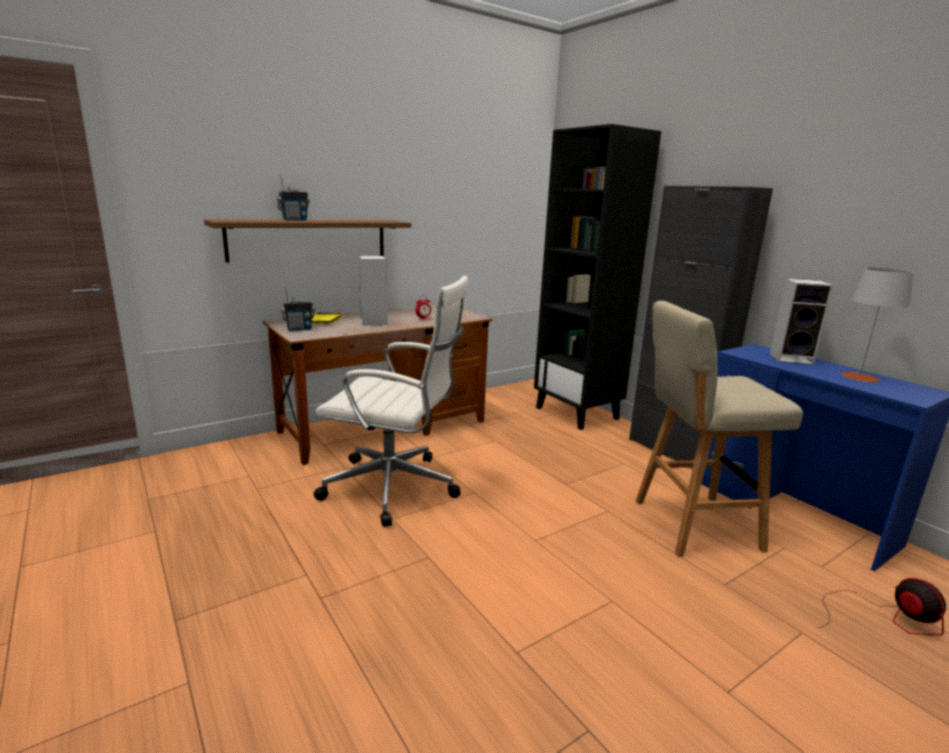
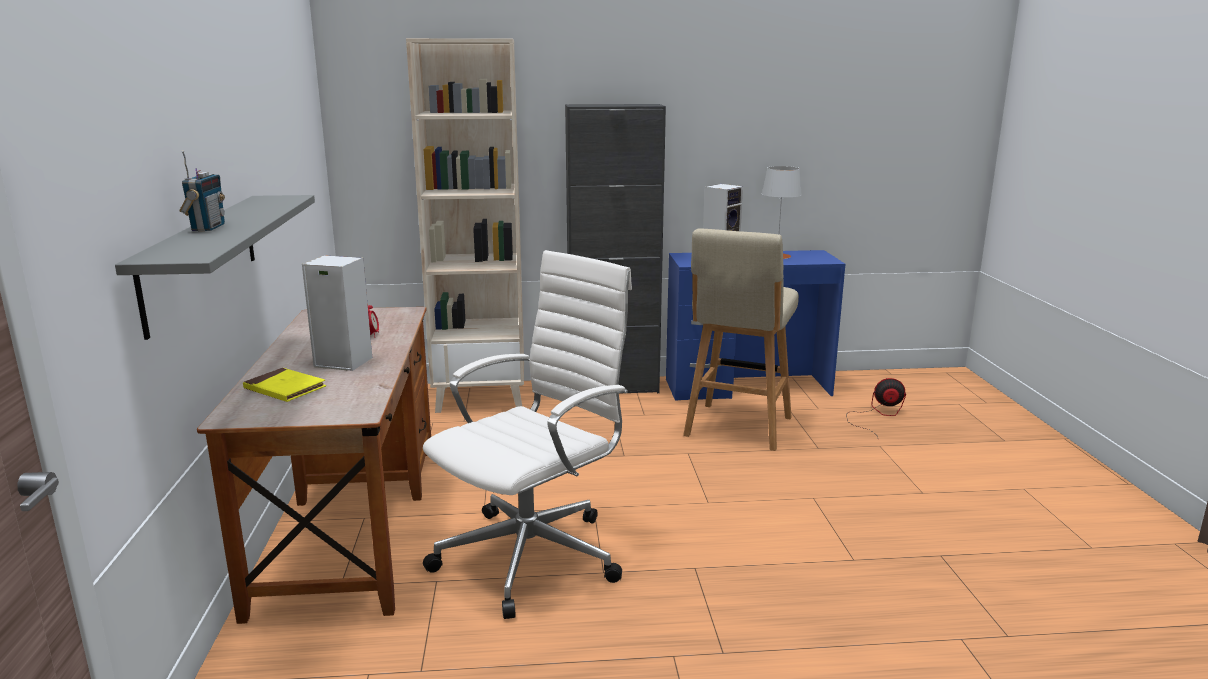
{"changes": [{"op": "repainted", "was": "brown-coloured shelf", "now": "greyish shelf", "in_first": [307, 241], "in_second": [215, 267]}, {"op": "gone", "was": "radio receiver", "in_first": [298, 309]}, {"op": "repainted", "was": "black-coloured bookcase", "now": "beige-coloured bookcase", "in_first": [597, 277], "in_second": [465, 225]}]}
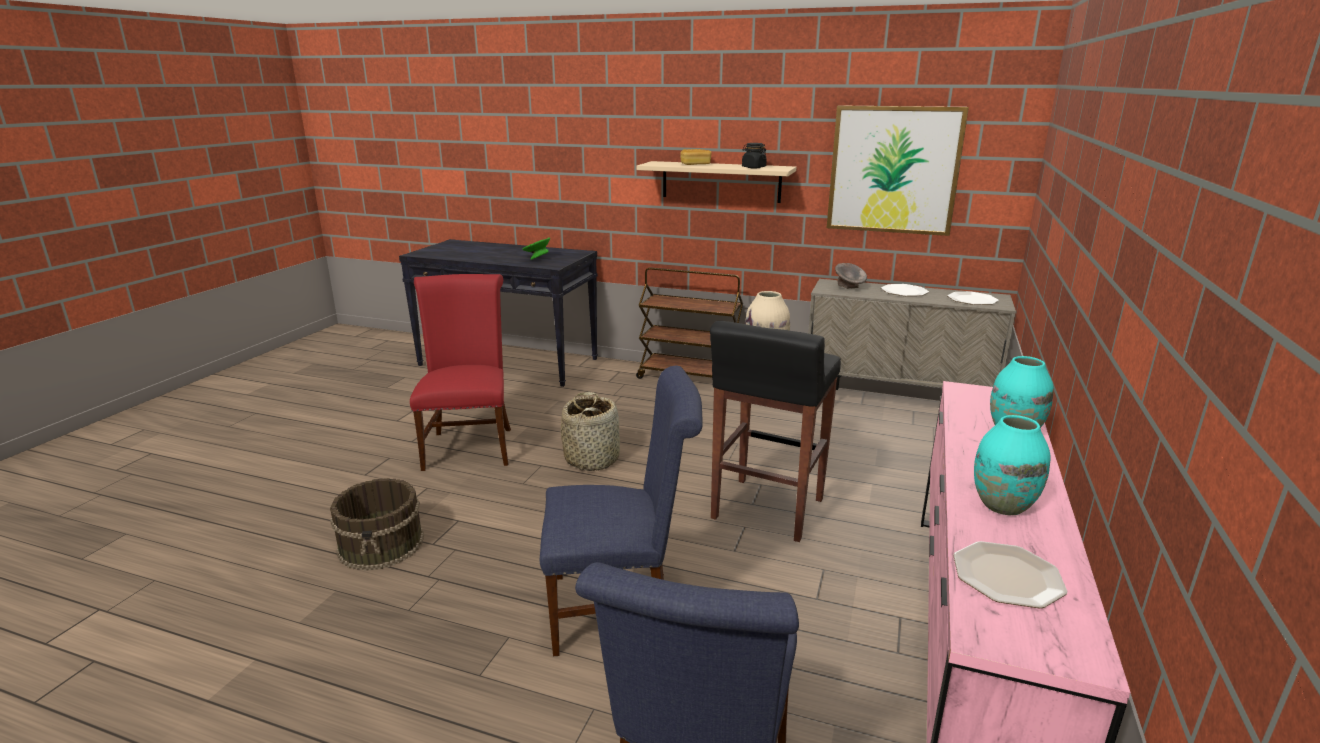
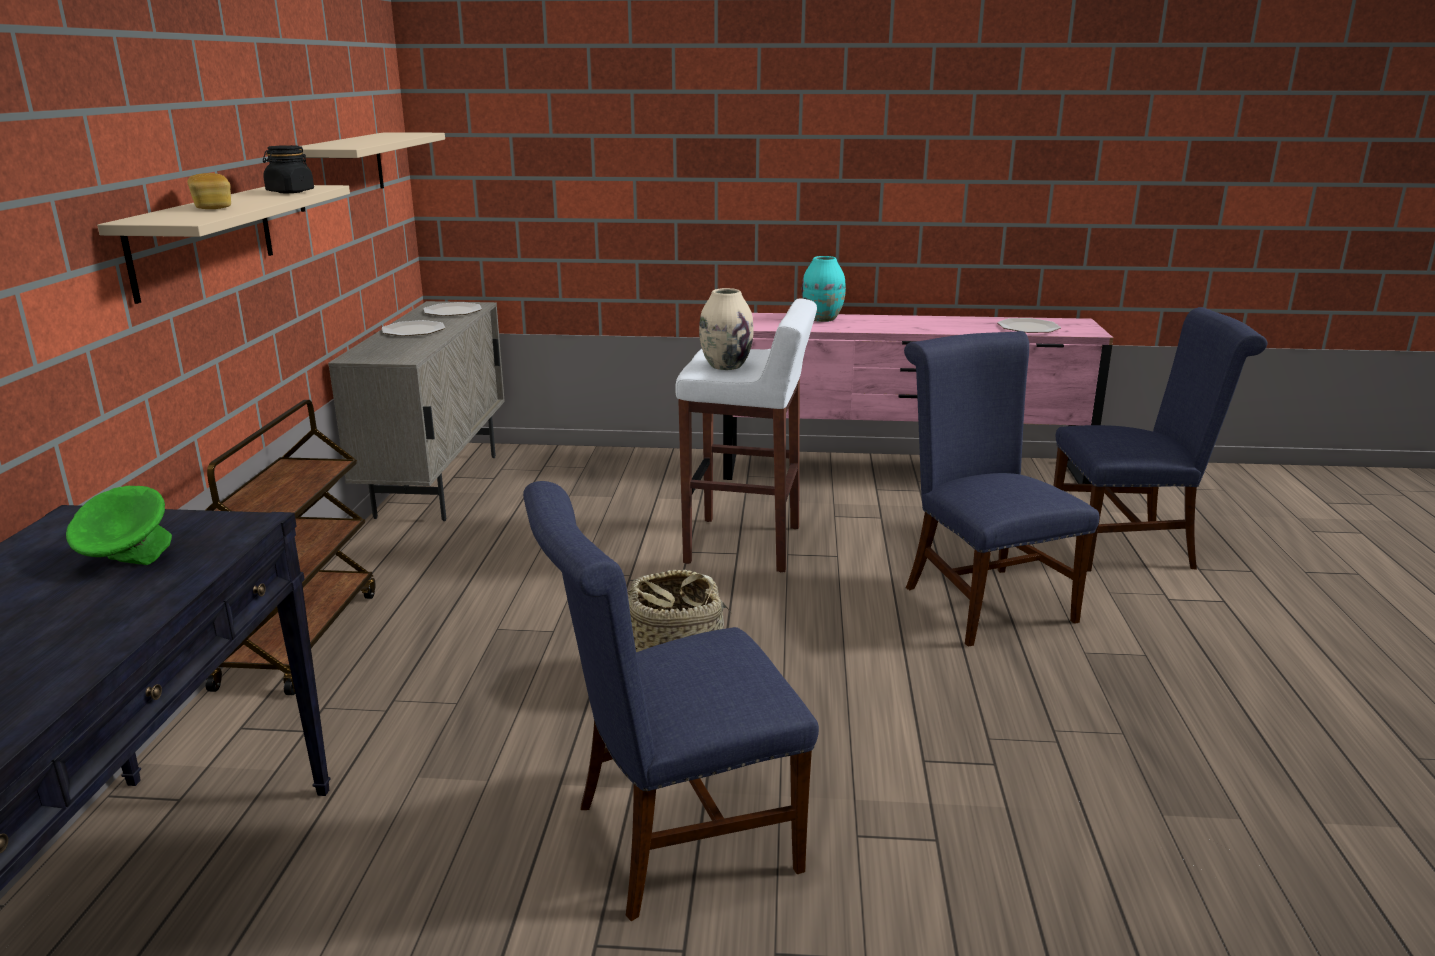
{"changes": [{"op": "gone", "was": "brown-coloured bucket", "in_first": [377, 524]}, {"op": "repainted", "was": "red plain chair", "now": "blue plain chair", "in_first": [460, 372], "in_second": [671, 701]}, {"op": "repainted", "was": "black-coloured stool", "now": "white-coloured stool", "in_first": [775, 431], "in_second": [746, 435]}, {"op": "swapped", "was": "wall picture", "now": "beige-coloured shelf", "in_first": [898, 170], "in_second": [373, 172]}, {"op": "gone", "was": "greyish deep dish", "in_first": [851, 276]}, {"op": "gone", "was": "turquoise flower vase", "in_first": [1012, 465]}]}
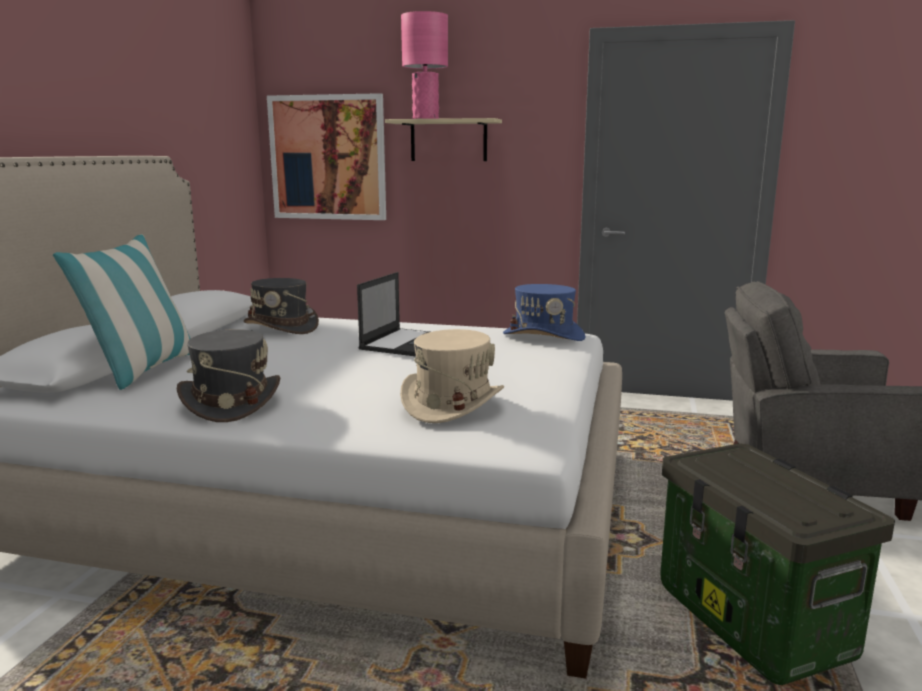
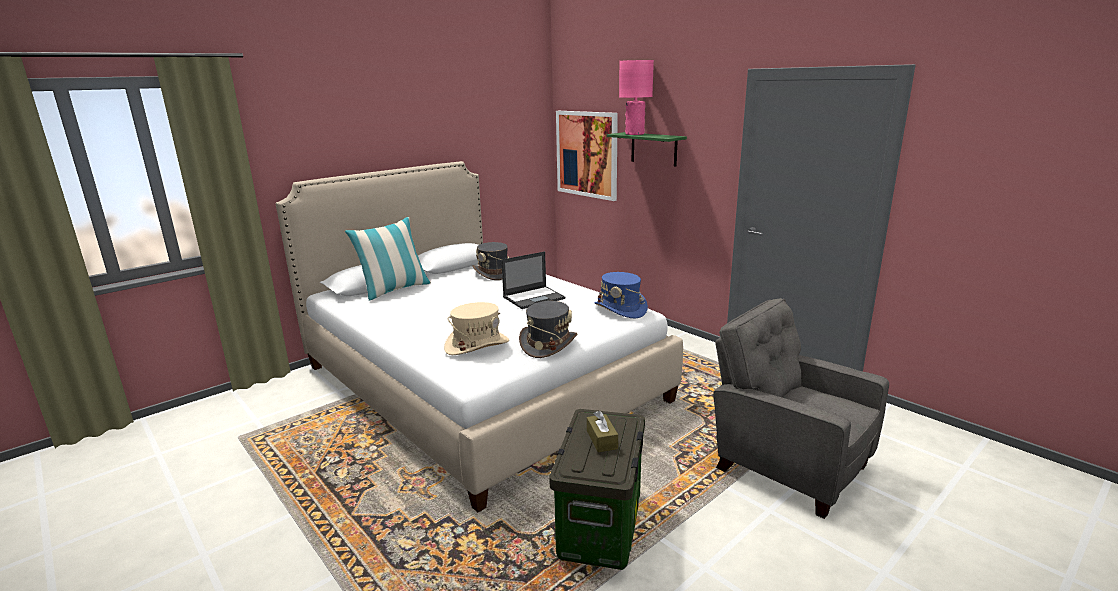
{"changes": [{"op": "shifted", "was": "greyish wearable hat", "in_first": [228, 375], "in_second": [548, 329]}, {"op": "repainted", "was": "beige-coloured shelf", "now": "green shelf", "in_first": [443, 139], "in_second": [647, 149]}, {"op": "new", "now": "brown-coloured tissue box", "in_second": [602, 431]}]}
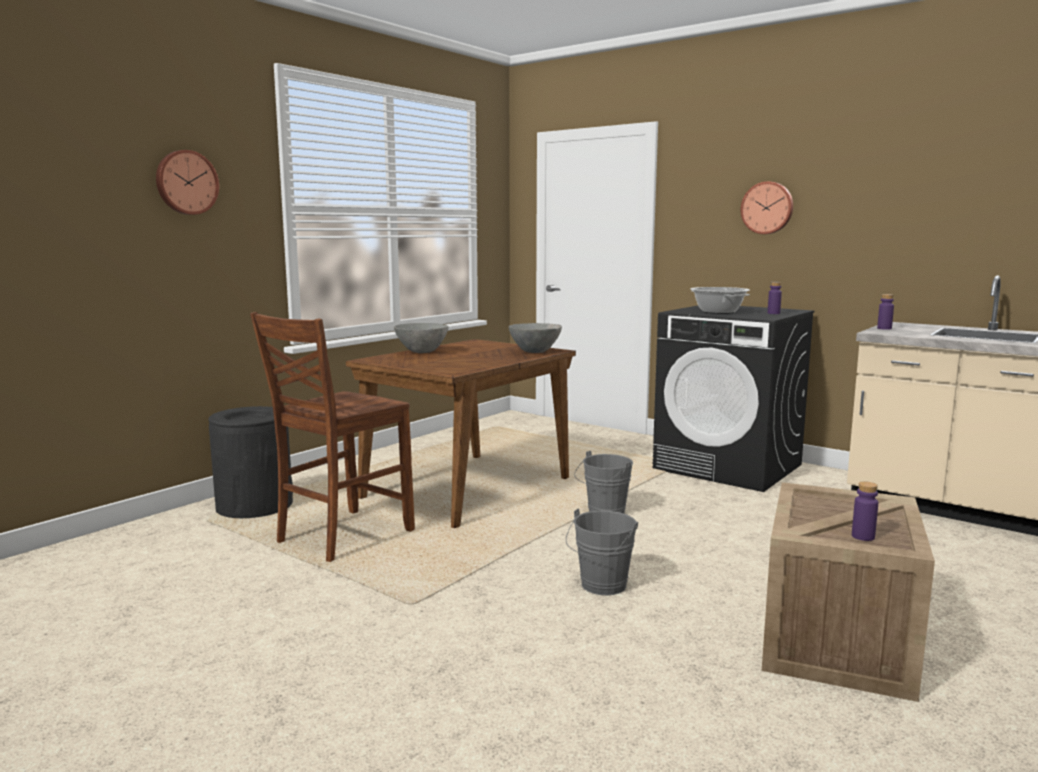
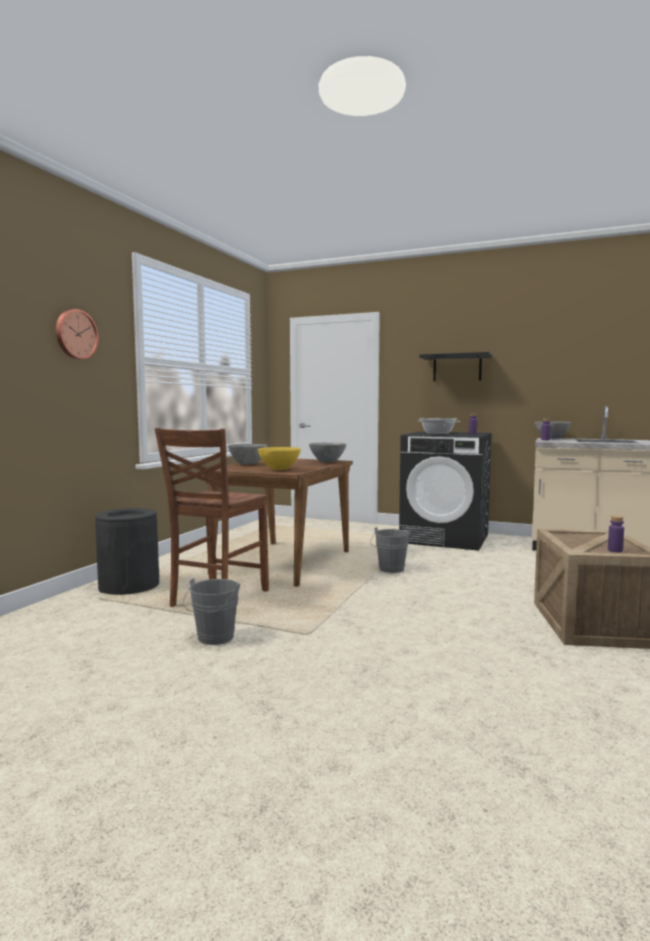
{"changes": [{"op": "shifted", "was": "greyish bucket", "in_first": [602, 551], "in_second": [211, 611]}, {"op": "swapped", "was": "clock on the wall", "now": "black-coloured shelf", "in_first": [767, 207], "in_second": [455, 366]}, {"op": "new", "now": "yellow-coloured deep dish", "in_second": [279, 458]}, {"op": "new", "now": "greyish deep dish", "in_second": [553, 430]}]}
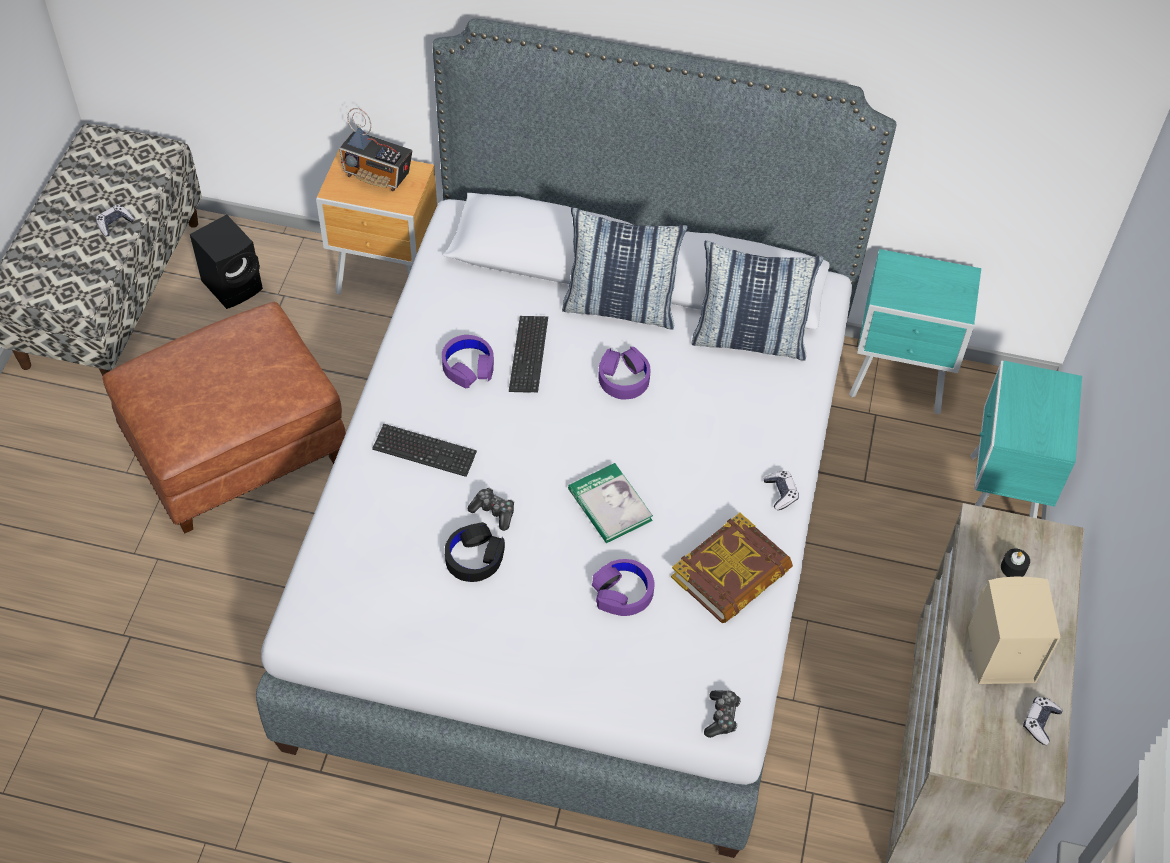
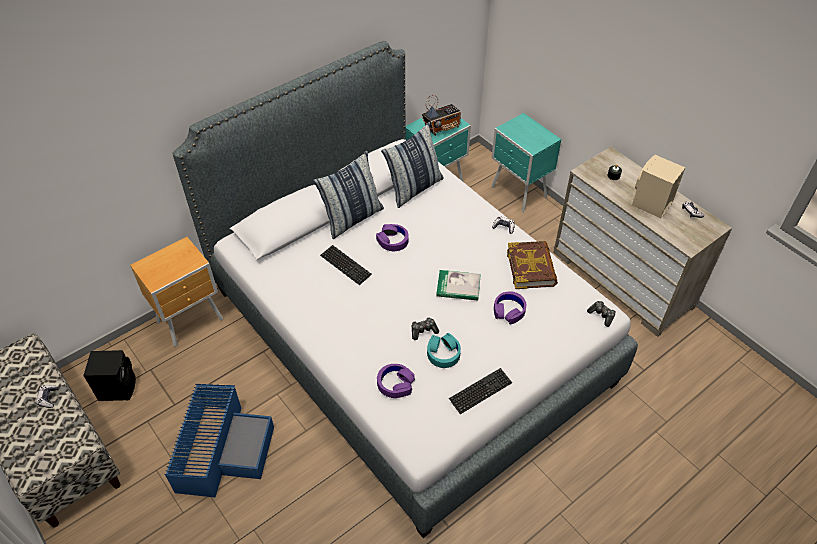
{"changes": [{"op": "swapped", "was": "brown-coloured ottoman", "now": "blue storage container", "in_first": [224, 417], "in_second": [219, 441]}, {"op": "shifted", "was": "radio receiver", "in_first": [375, 149], "in_second": [441, 115]}, {"op": "shifted", "was": "computer keyboard", "in_first": [424, 450], "in_second": [480, 391]}, {"op": "shifted", "was": "purple headphones", "in_first": [468, 361], "in_second": [396, 381]}, {"op": "repainted", "was": "black-coloured headphones", "now": "turquoise headphones", "in_first": [475, 552], "in_second": [444, 350]}]}
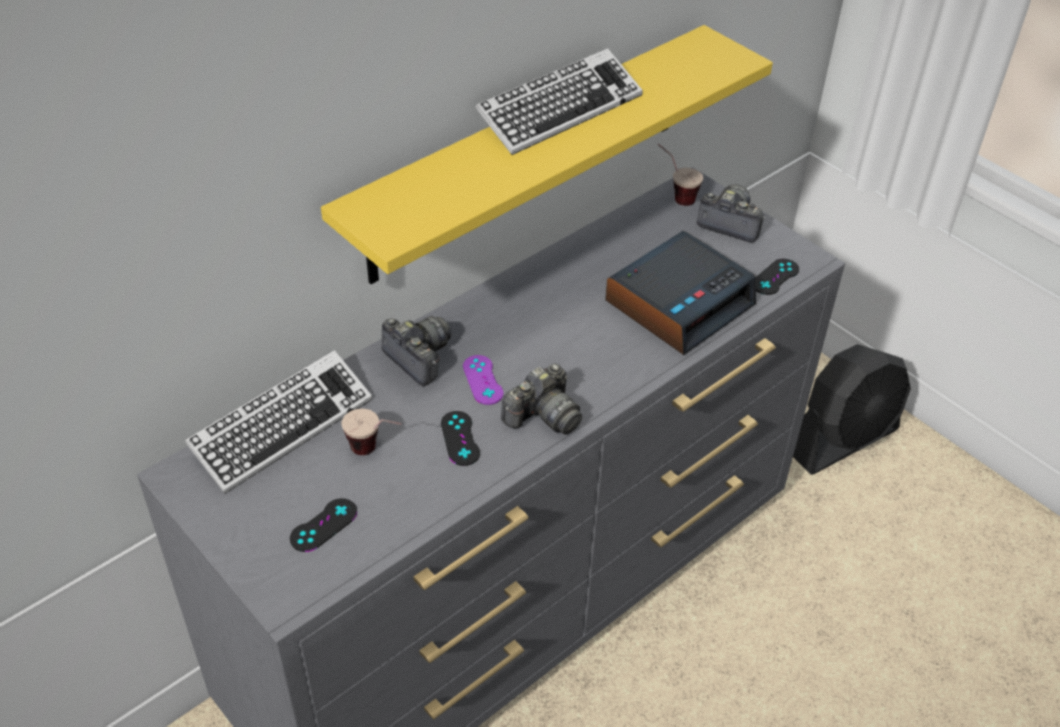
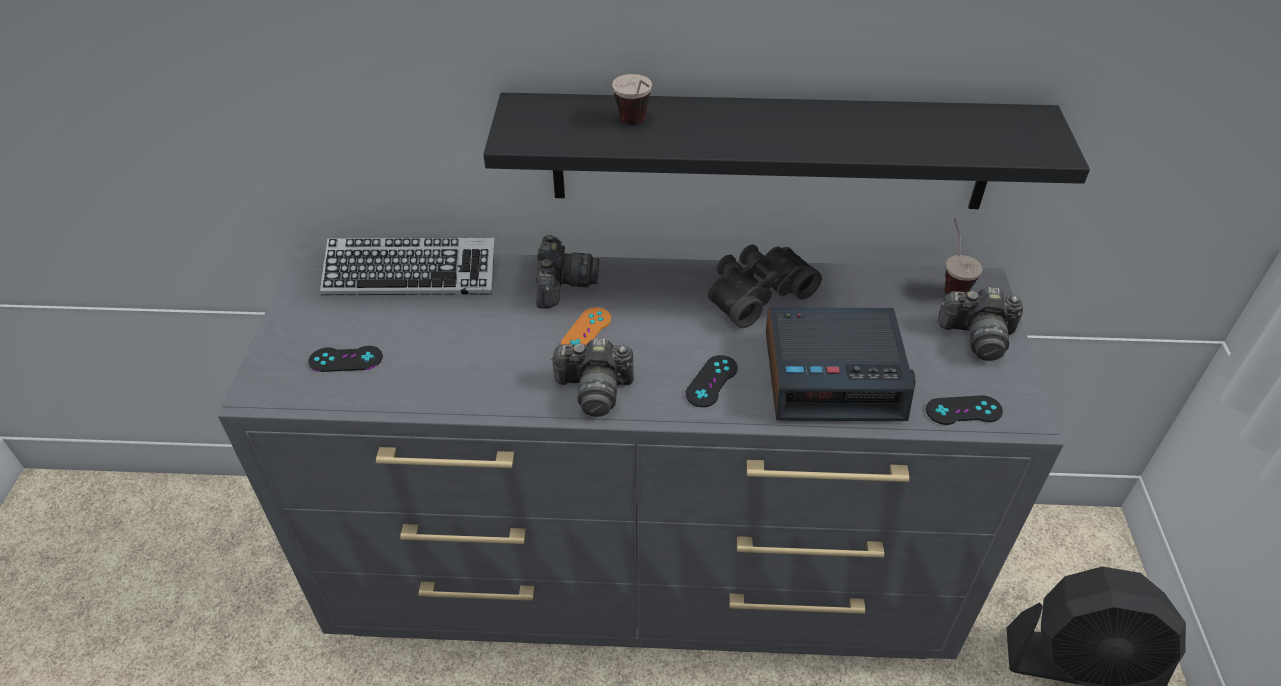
{"changes": [{"op": "repainted", "was": "yellow-coloured shelf", "now": "black-coloured shelf", "in_first": [547, 154], "in_second": [786, 151]}, {"op": "shifted", "was": "drinking cup", "in_first": [371, 432], "in_second": [632, 99]}, {"op": "shifted", "was": "black-coloured joypad", "in_first": [460, 438], "in_second": [711, 381]}, {"op": "repainted", "was": "purple joypad", "now": "orange joypad", "in_first": [483, 380], "in_second": [586, 326]}, {"op": "gone", "was": "computer keyboard", "in_first": [559, 101]}, {"op": "rotated", "was": "still camera", "in_first": [731, 213], "in_second": [980, 324], "clockwise": 120}, {"op": "new", "now": "black-coloured binoculars", "in_second": [765, 286]}]}
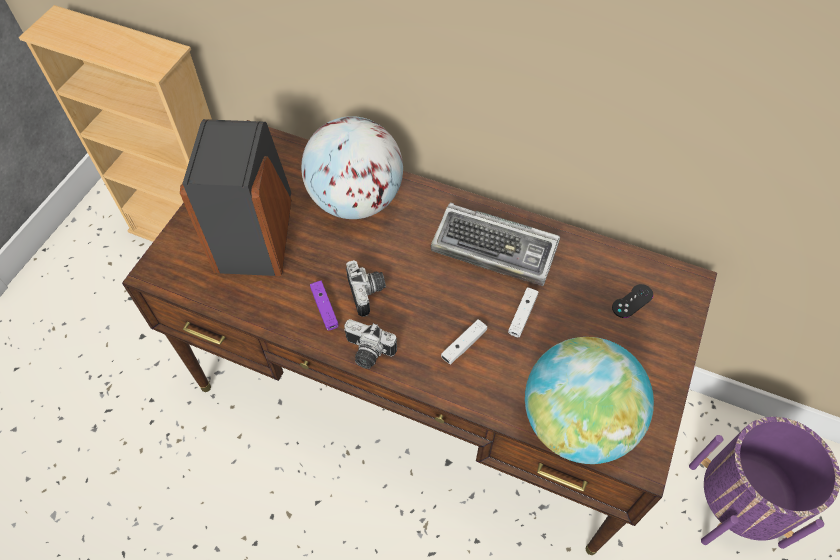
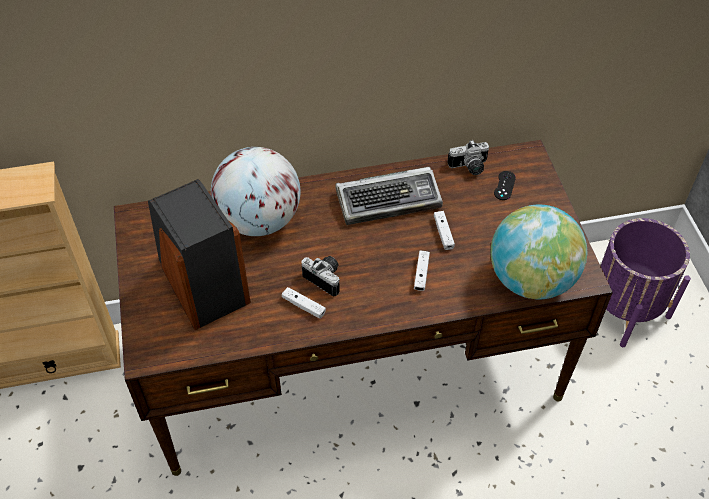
{"changes": [{"op": "repainted", "was": "purple joypad", "now": "white-coloured joypad", "in_first": [324, 306], "in_second": [304, 303]}, {"op": "shifted", "was": "still camera", "in_first": [370, 344], "in_second": [468, 157]}]}
